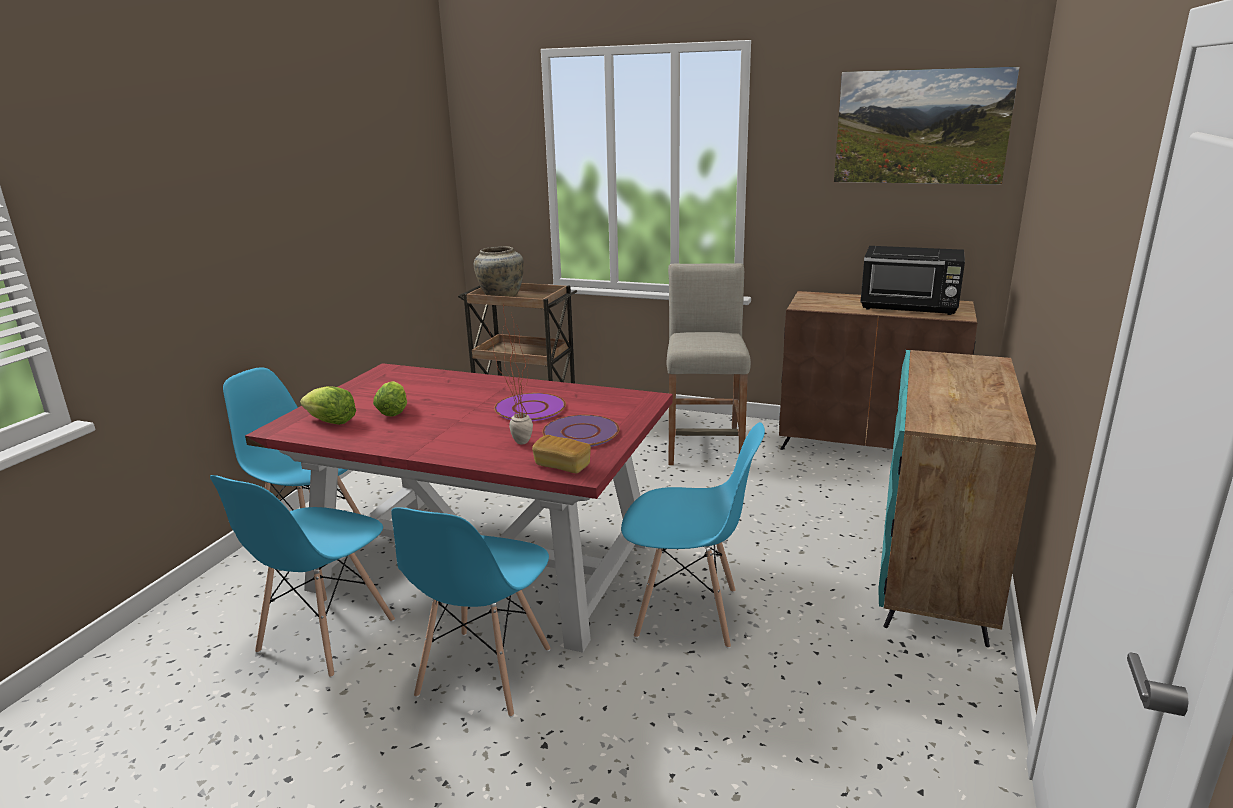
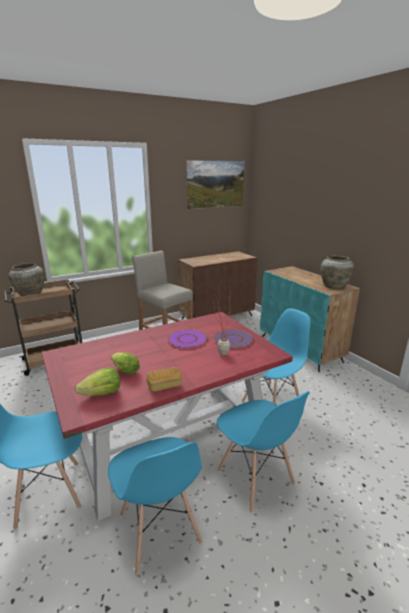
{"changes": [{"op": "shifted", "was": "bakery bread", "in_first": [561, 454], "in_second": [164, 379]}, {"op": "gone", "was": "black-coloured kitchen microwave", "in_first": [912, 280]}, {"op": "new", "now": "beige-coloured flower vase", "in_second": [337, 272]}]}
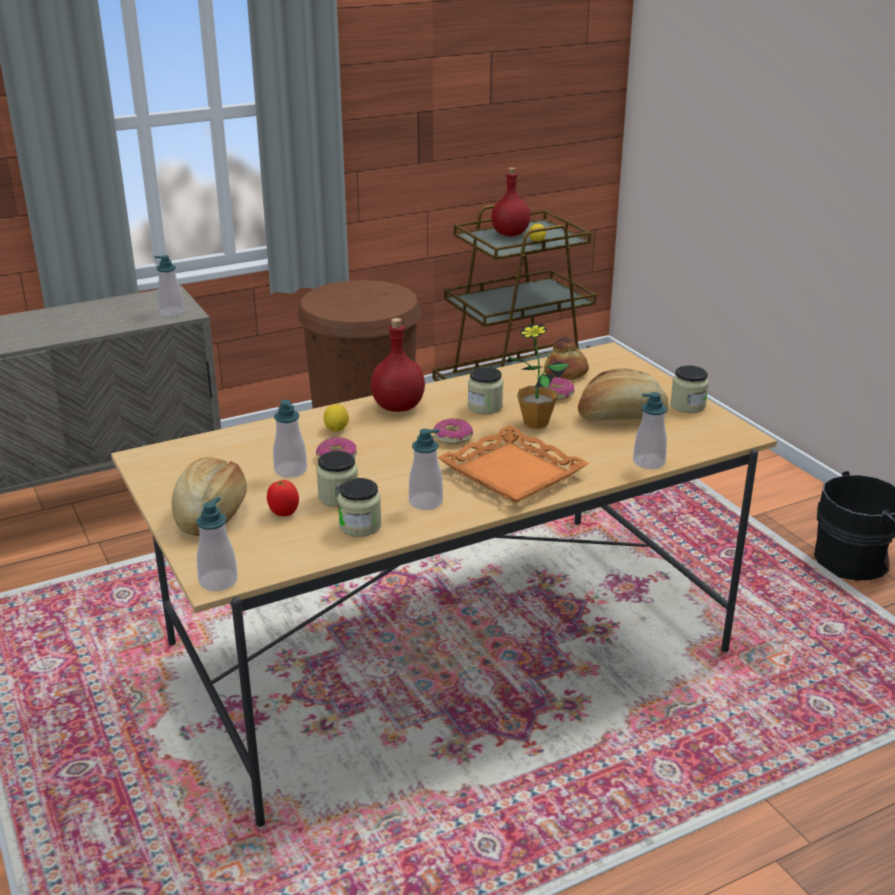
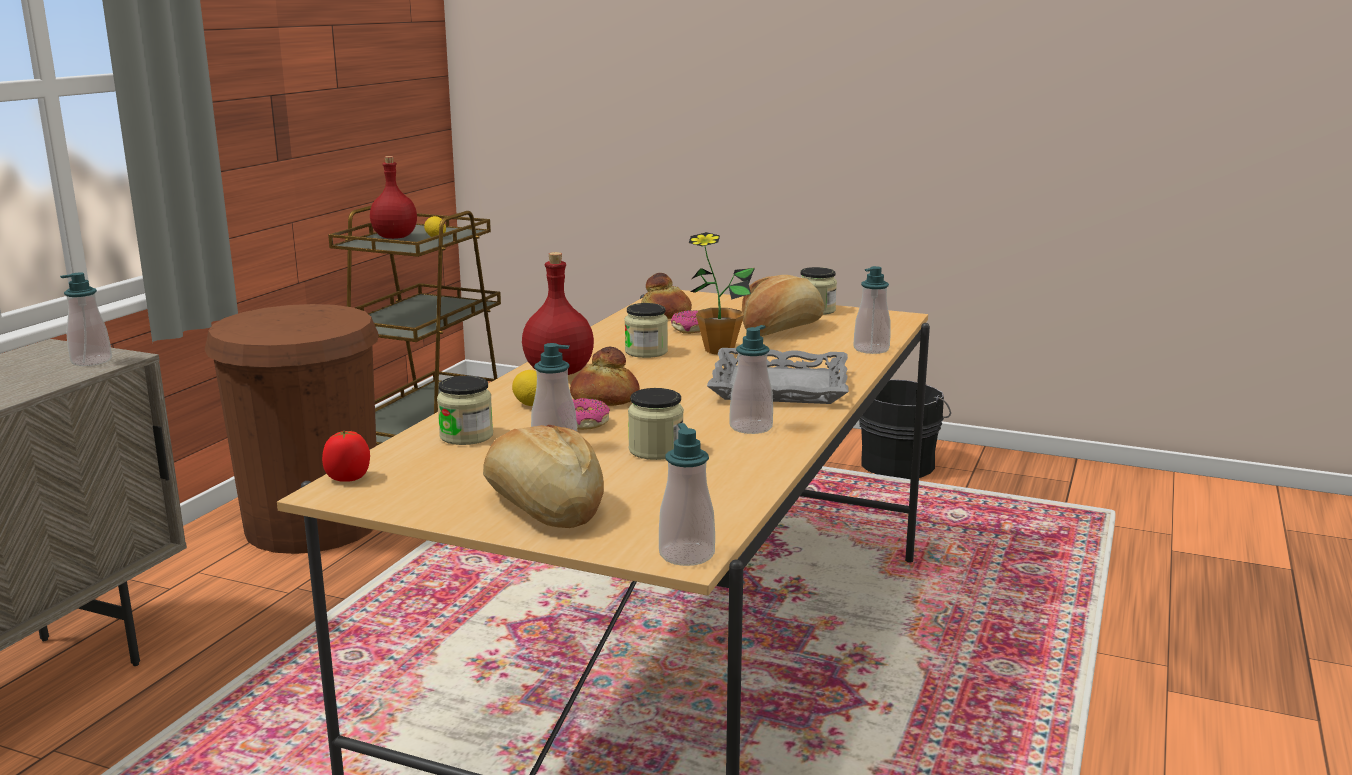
{"changes": [{"op": "shifted", "was": "tomato", "in_first": [283, 498], "in_second": [346, 456]}, {"op": "shifted", "was": "storage jar", "in_first": [359, 507], "in_second": [465, 410]}, {"op": "gone", "was": "ring doughnut", "in_first": [453, 431]}, {"op": "repainted", "was": "orange tray", "now": "greyish tray", "in_first": [513, 464], "in_second": [778, 376]}, {"op": "new", "now": "bakery bread", "in_second": [605, 376]}]}
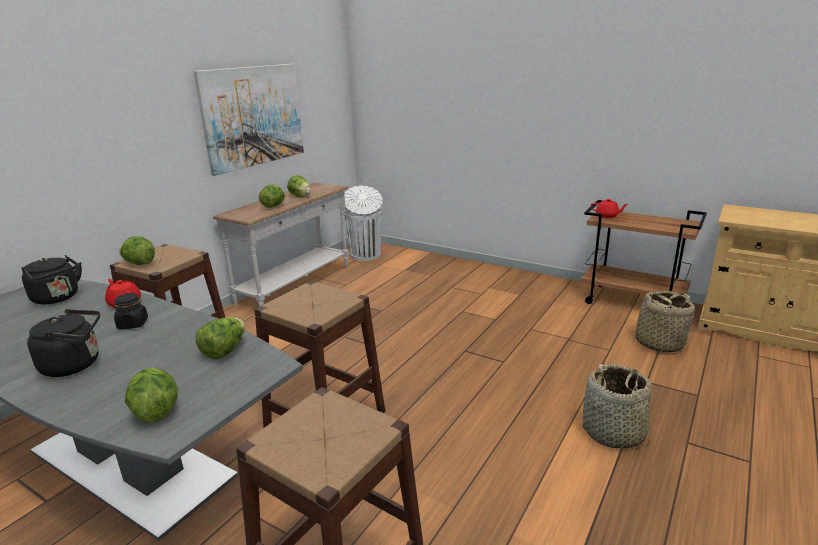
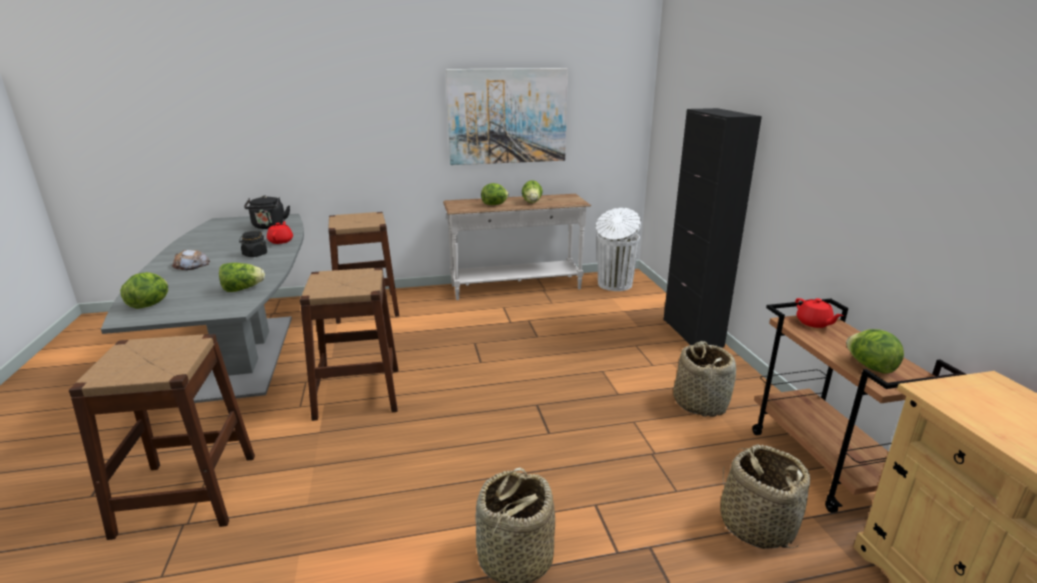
{"changes": [{"op": "swapped", "was": "black-coloured kettle", "now": "bakery bread", "in_first": [63, 343], "in_second": [191, 260]}, {"op": "shifted", "was": "head of lettuce", "in_first": [137, 250], "in_second": [875, 351]}, {"op": "new", "now": "black-coloured cupboard", "in_second": [713, 228]}, {"op": "new", "now": "storage basket", "in_second": [704, 379]}]}
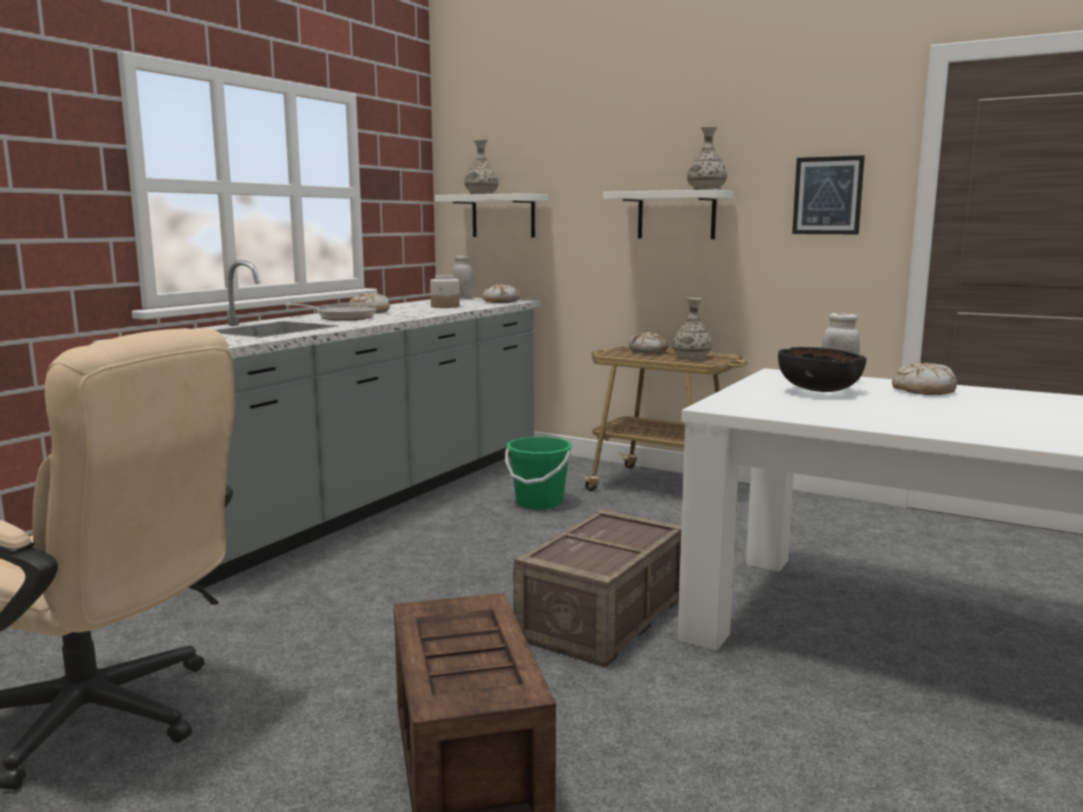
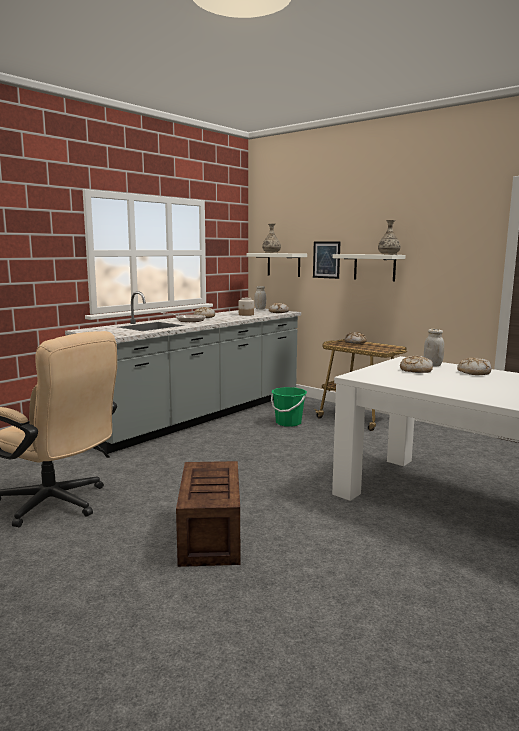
{"changes": [{"op": "gone", "was": "shipping crate", "in_first": [597, 588]}, {"op": "gone", "was": "flower vase", "in_first": [692, 329]}, {"op": "swapped", "was": "black-coloured deep dish", "now": "bakery bread", "in_first": [822, 369], "in_second": [416, 364]}, {"op": "shifted", "was": "wall picture", "in_first": [828, 194], "in_second": [327, 260]}]}
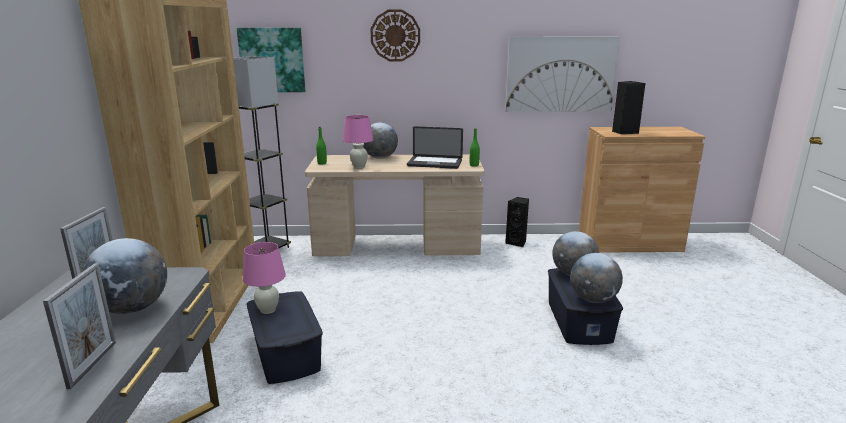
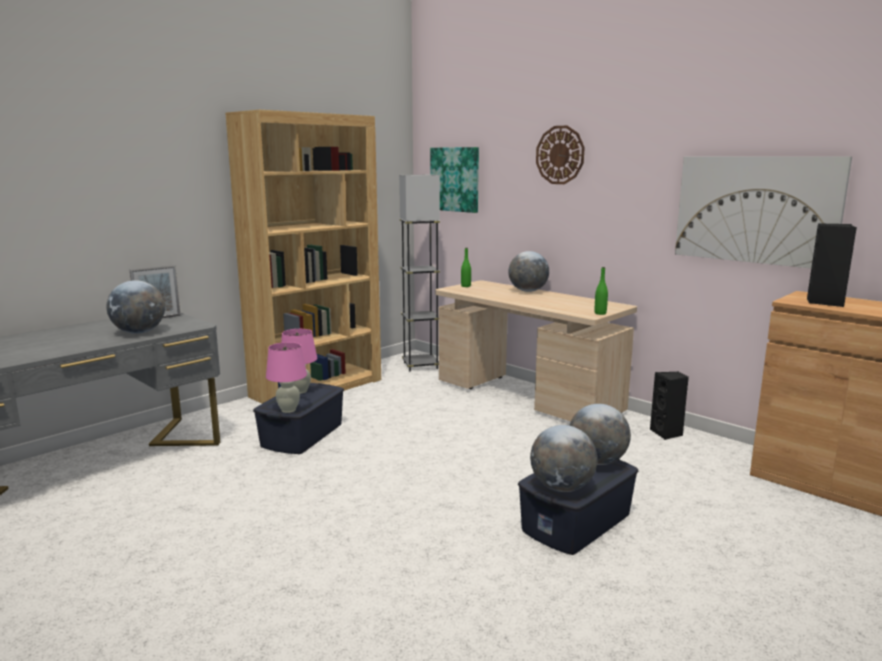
{"changes": [{"op": "gone", "was": "standing frame", "in_first": [79, 326]}, {"op": "shifted", "was": "pink lamp for a table", "in_first": [358, 141], "in_second": [286, 377]}, {"op": "gone", "was": "portable computer", "in_first": [435, 147]}]}
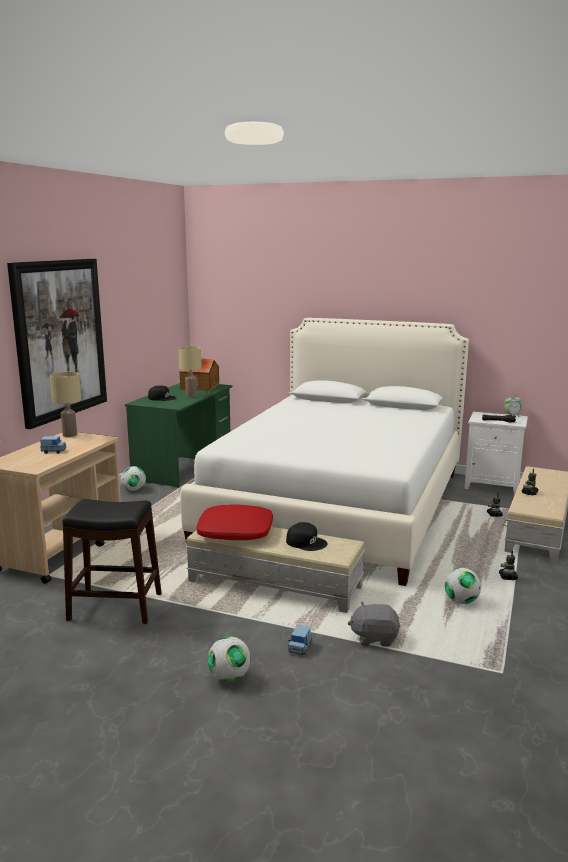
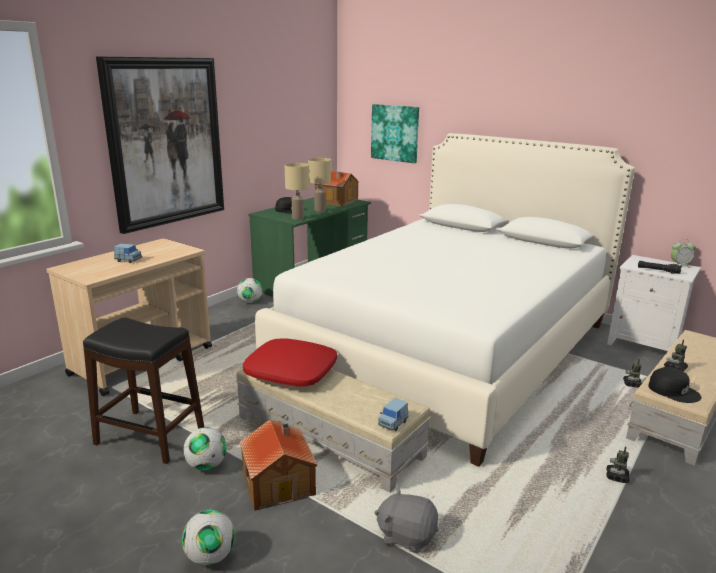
{"changes": [{"op": "shifted", "was": "beige-coloured lamp for a table", "in_first": [65, 404], "in_second": [297, 191]}, {"op": "shifted", "was": "black-coloured cap", "in_first": [307, 536], "in_second": [675, 385]}, {"op": "shifted", "was": "blue toy car", "in_first": [300, 640], "in_second": [393, 414]}, {"op": "shifted", "was": "ball for football", "in_first": [463, 586], "in_second": [205, 449]}, {"op": "new", "now": "toy house", "in_second": [278, 465]}, {"op": "new", "now": "wall picture", "in_second": [395, 133]}]}
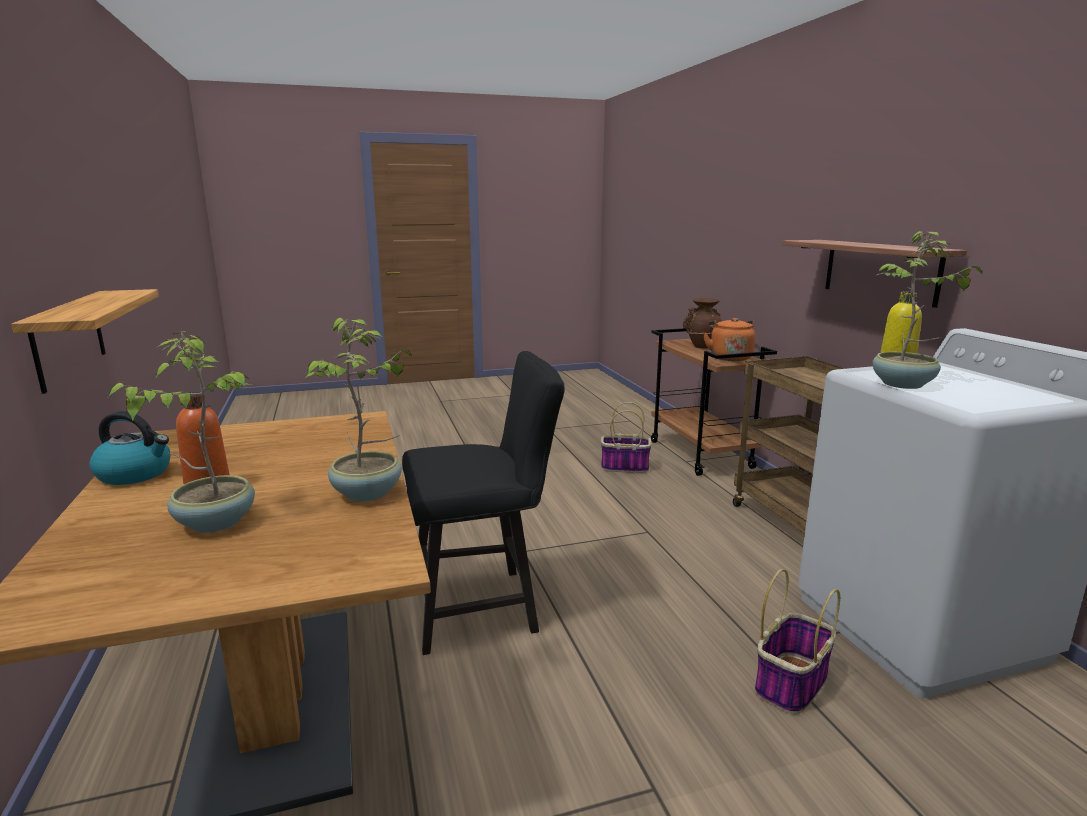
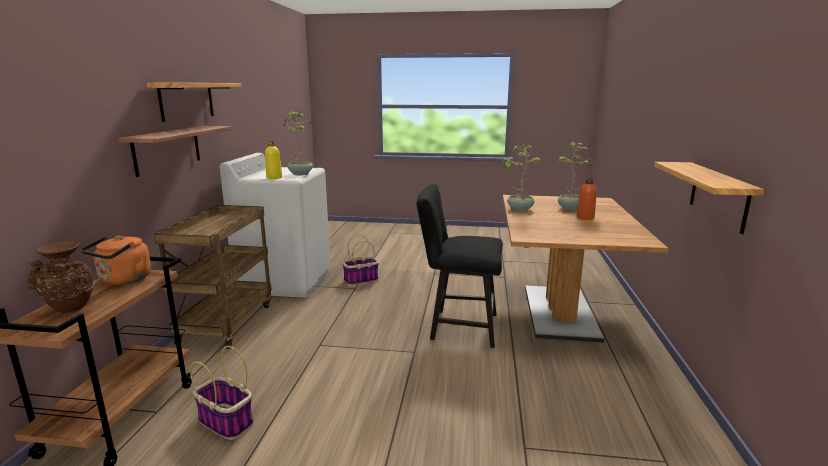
{"changes": [{"op": "gone", "was": "kettle", "in_first": [130, 448]}, {"op": "new", "now": "shelf", "in_second": [194, 102]}]}
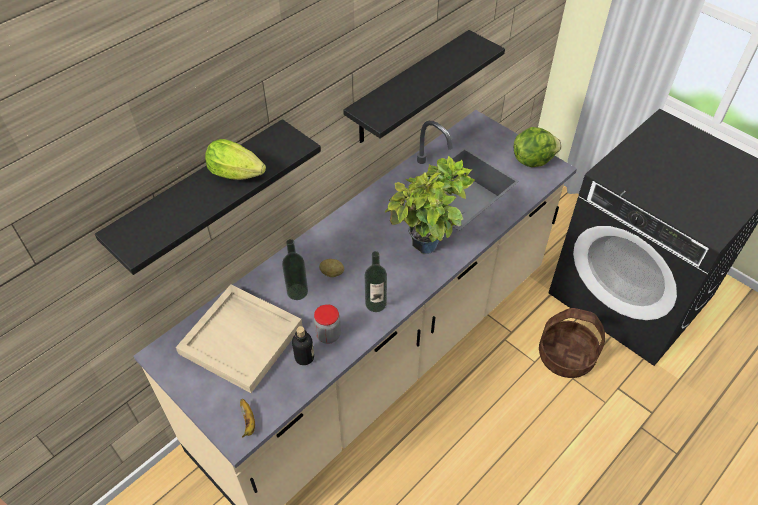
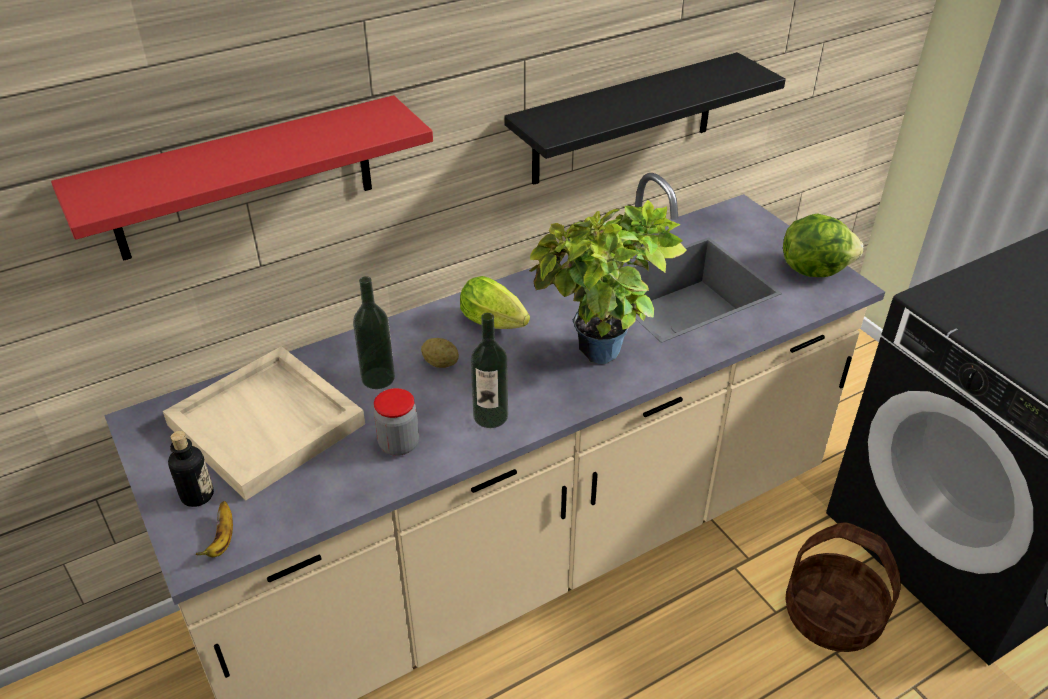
{"changes": [{"op": "repainted", "was": "black-coloured shelf", "now": "red shelf", "in_first": [208, 197], "in_second": [242, 178]}, {"op": "shifted", "was": "head of lettuce", "in_first": [235, 159], "in_second": [495, 302]}, {"op": "shifted", "was": "bottle", "in_first": [303, 345], "in_second": [191, 469]}]}
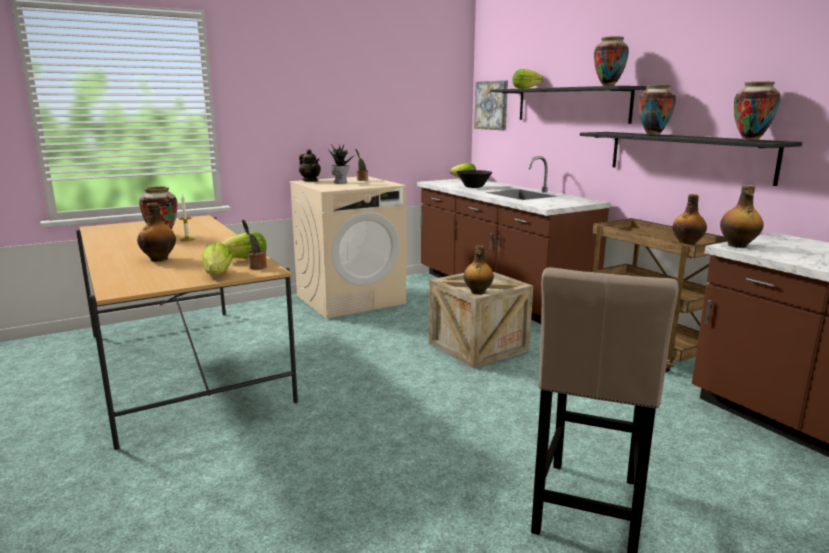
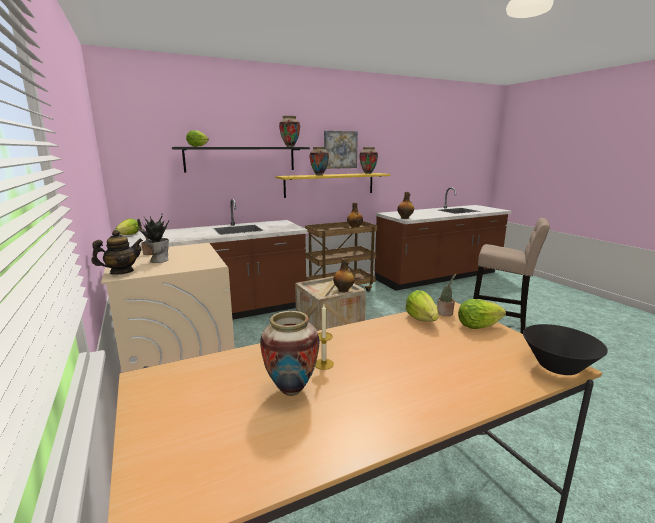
{"changes": [{"op": "gone", "was": "bottle", "in_first": [156, 232]}, {"op": "shifted", "was": "black-coloured deep dish", "in_first": [475, 179], "in_second": [565, 349]}, {"op": "shifted", "was": "wall picture", "in_first": [491, 105], "in_second": [341, 150]}, {"op": "repainted", "was": "black-coloured shelf", "now": "yellow-coloured shelf", "in_first": [691, 159], "in_second": [333, 185]}]}
